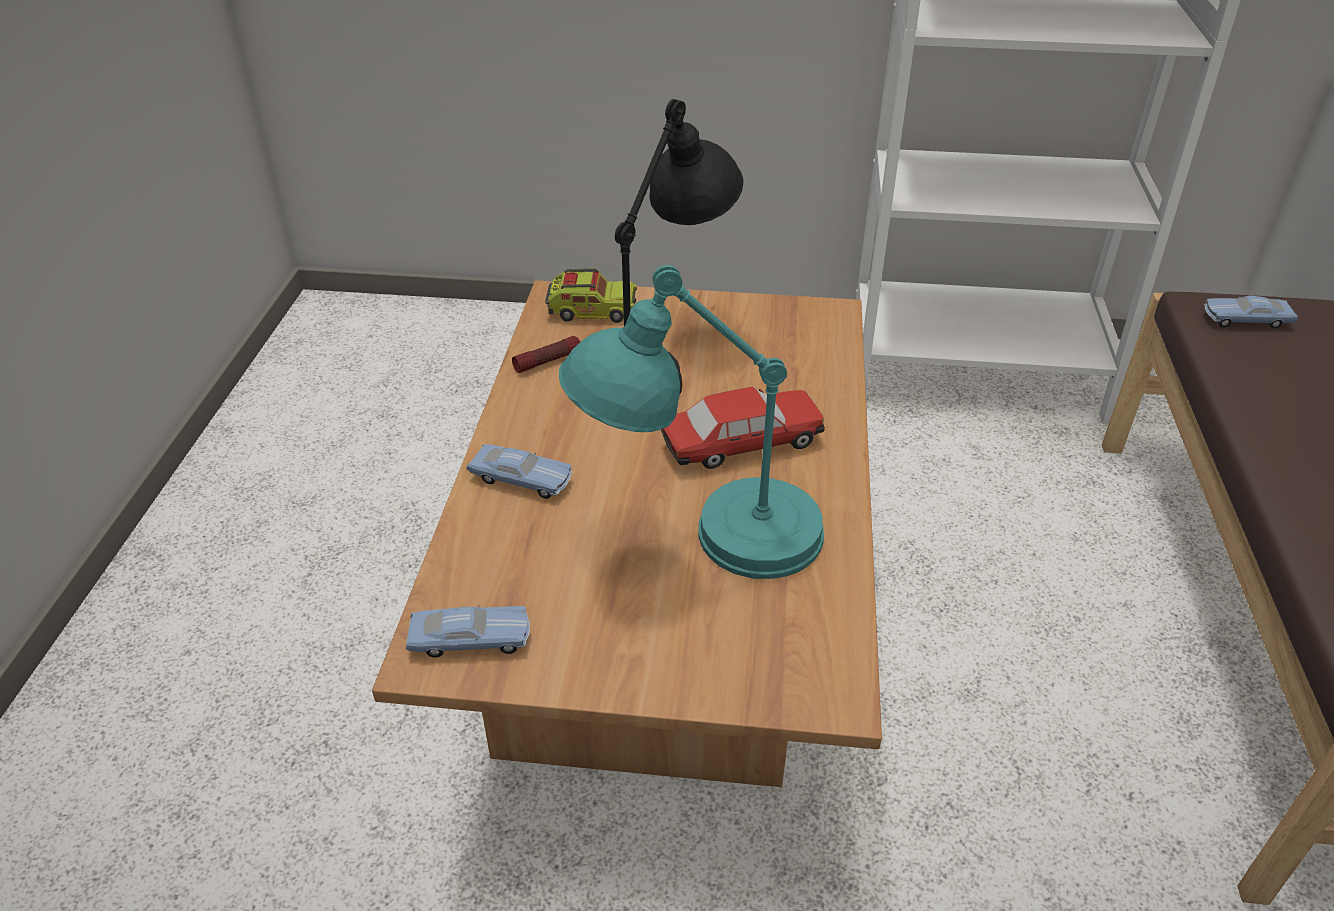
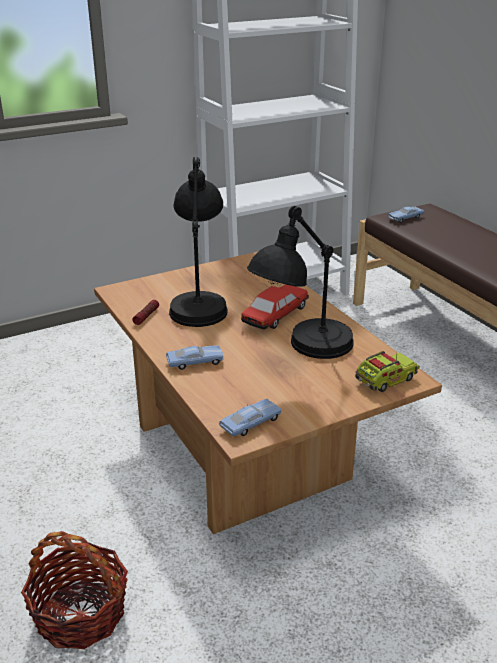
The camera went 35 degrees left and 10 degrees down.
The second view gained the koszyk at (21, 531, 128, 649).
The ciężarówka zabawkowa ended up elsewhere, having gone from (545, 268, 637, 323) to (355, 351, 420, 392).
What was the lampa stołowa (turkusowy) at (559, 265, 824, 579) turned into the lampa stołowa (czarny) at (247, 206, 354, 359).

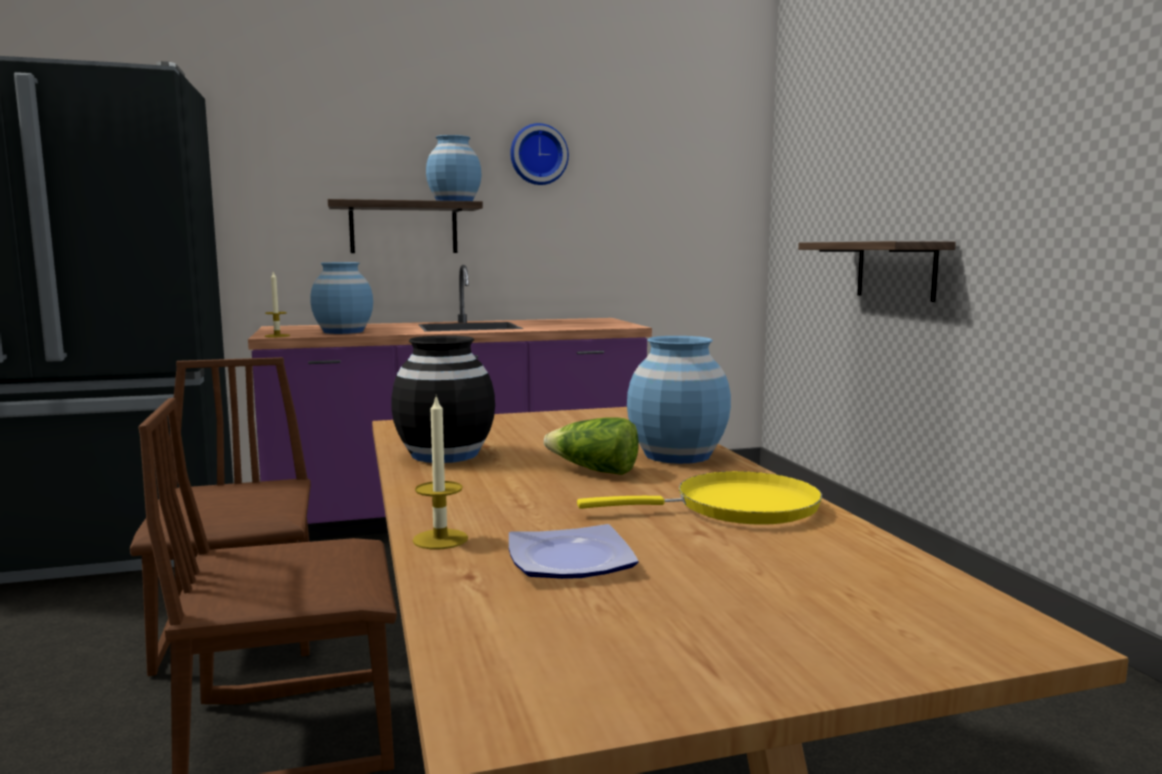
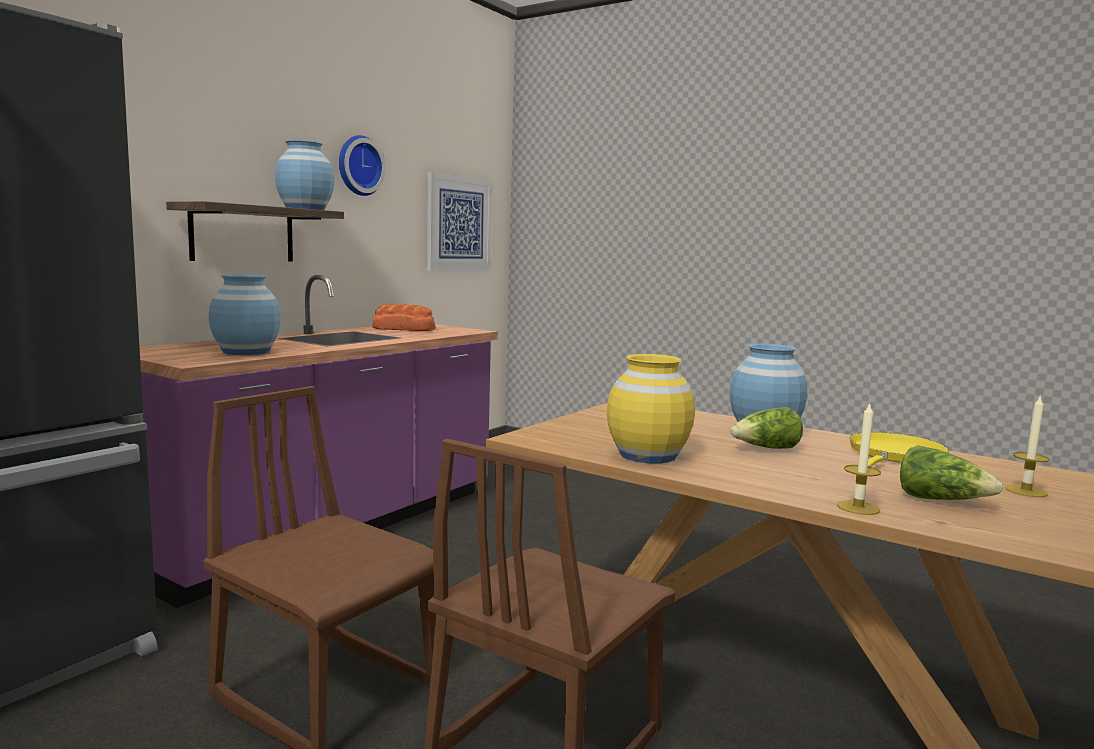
The camera went 40 degrees left and 0 degrees up.
The second view lost the półka at (798, 241, 956, 302).
The second view gained the chleb at (372, 304, 435, 331).
The second view gained the obraz at (427, 172, 493, 271).
The świeca ended up elsewhere, having gone from (265, 272, 290, 337) to (1005, 394, 1050, 497).
Where the talerz stood at (509, 524, 639, 579), the sałata came to stand at (900, 445, 1003, 500).
What was the wazon (czarny) at (391, 335, 495, 463) turned into the wazon (żółty) at (607, 354, 695, 463).

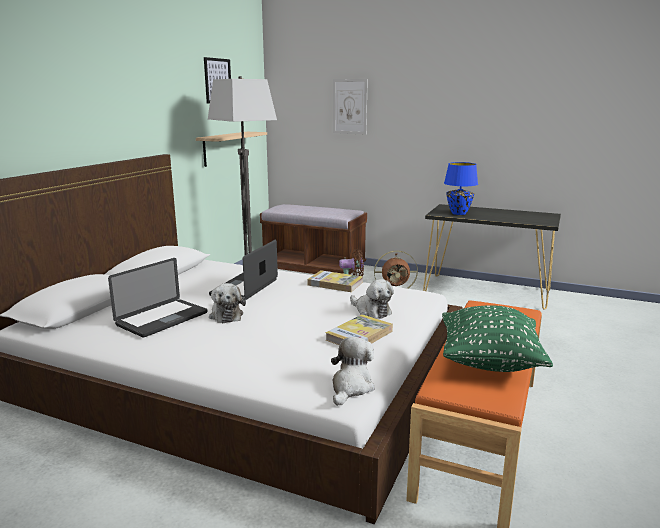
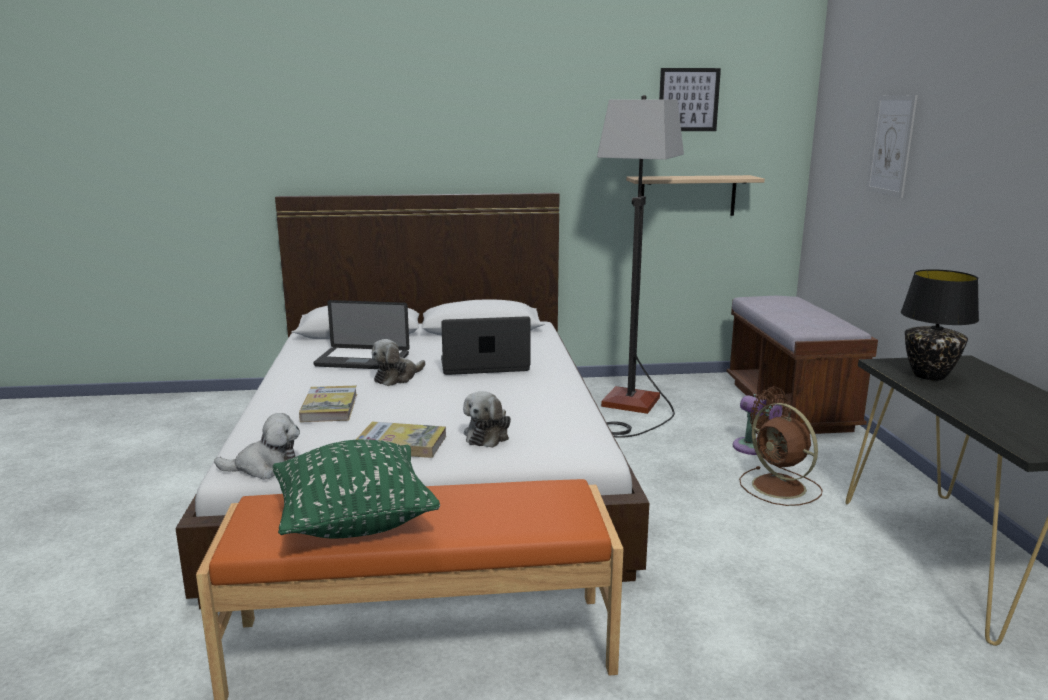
The camera went 60 degrees right and 0 degrees up.
The książka ended up elsewhere, having gone from (308, 270, 363, 292) to (299, 385, 357, 422).
What was the lampa stołowa (niebieski) at (444, 162, 478, 215) turned into the lampa stołowa (czarny) at (901, 269, 979, 381).

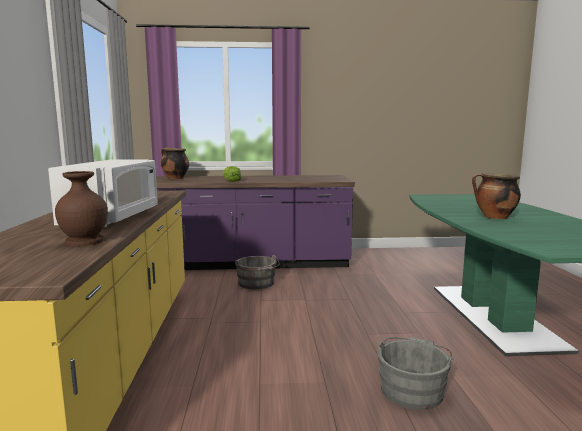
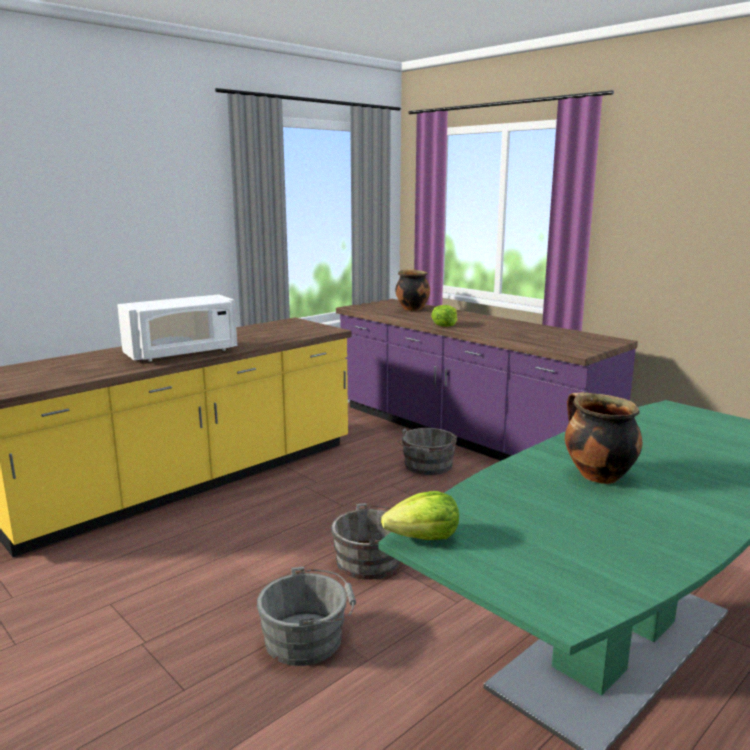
The camera went 50 degrees right and 5 degrees up.
The second view lost the wazon (brązowy) at (55, 171, 108, 246).
The second view gained the wiadro (szary) at (331, 503, 400, 580).
The second view gained the sałata at (381, 491, 459, 540).

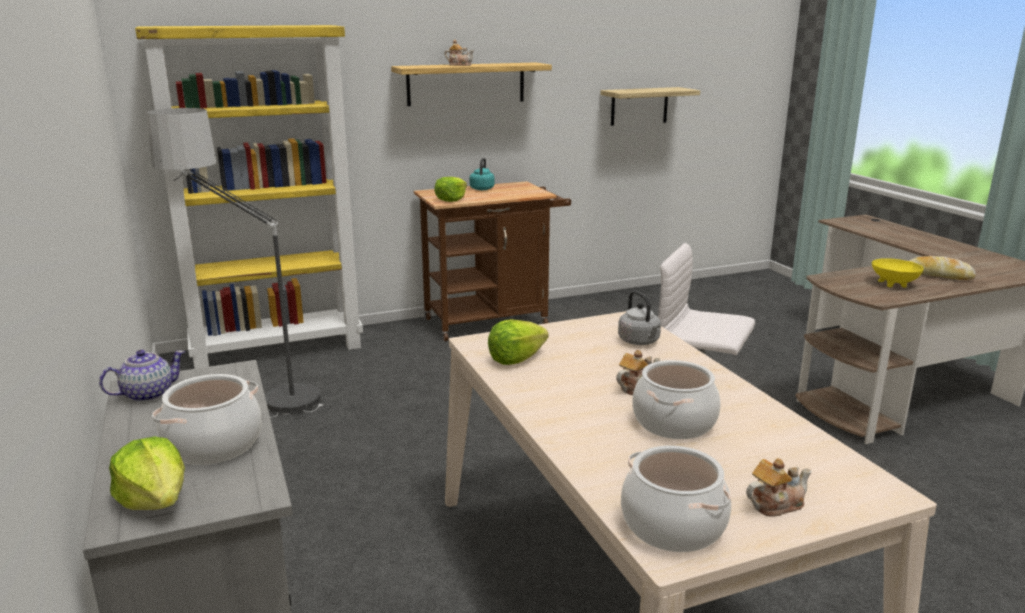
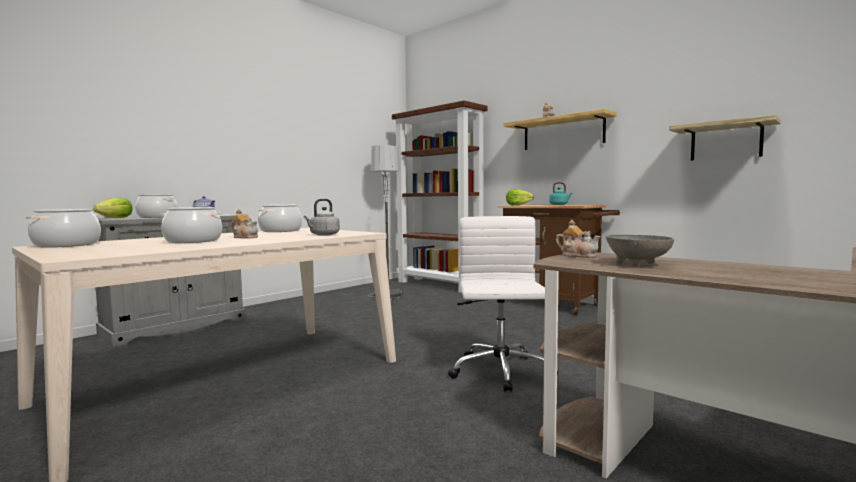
The camera went 65 degrees right and 15 degrees down.
The second view lost the chleb at (909, 256, 976, 280).
The imbryk ended up elsewhere, having gone from (746, 458, 812, 517) to (556, 220, 601, 258).
Where the sałata stood at (488, 319, 549, 365), the garnek came to stand at (258, 205, 302, 232).
What was the regał (żółty) at (135, 25, 363, 369) turned into the regał (brązowy) at (392, 100, 487, 293).
What was the miska (żółty) at (872, 258, 924, 288) turned into the miska (szary) at (606, 235, 674, 266).

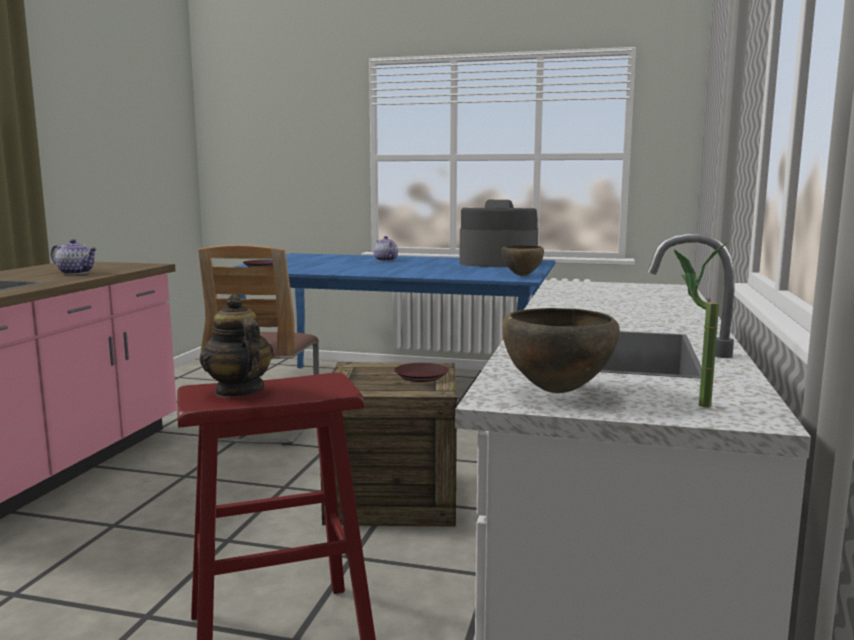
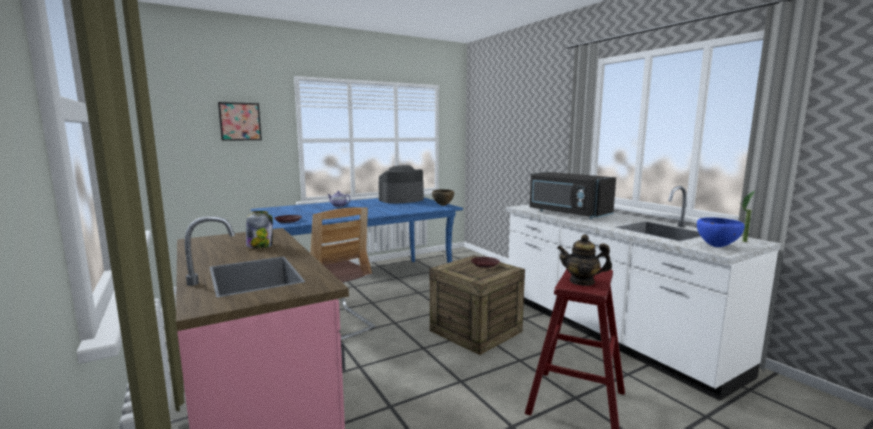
The camera went 45 degrees left and 0 degrees up.
The second view gained the obraz at (218, 102, 262, 141).
The second view gained the mikrofalówka (czarny) at (529, 172, 616, 219).
Where the imbryk stood at (51, 239, 97, 275), the słoik came to stand at (246, 211, 273, 248).
What was the miska (brązowy) at (502, 308, 620, 393) turned into the miska (niebieski) at (697, 217, 745, 247).

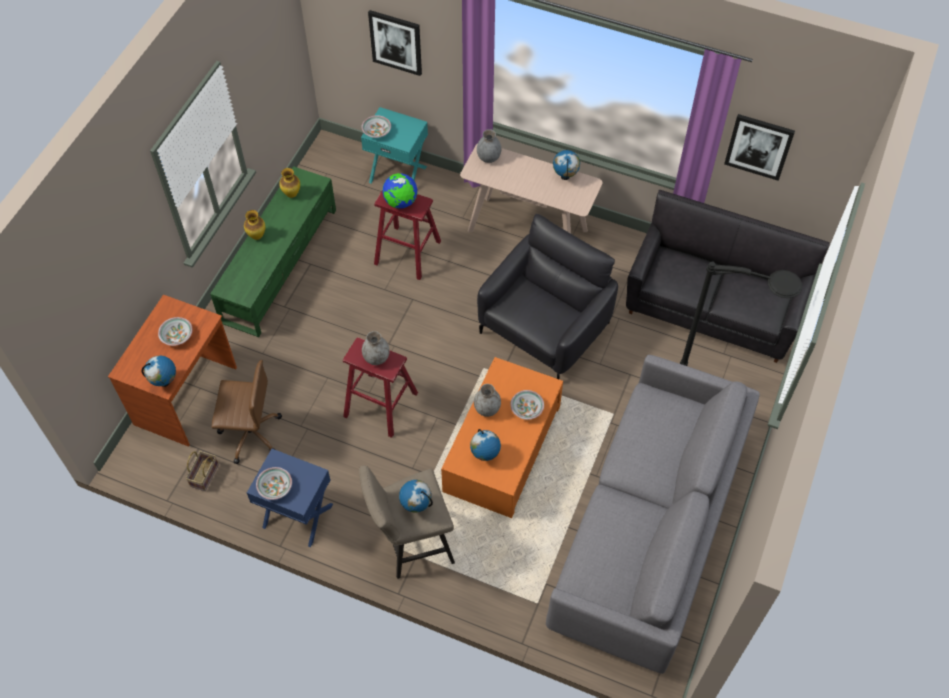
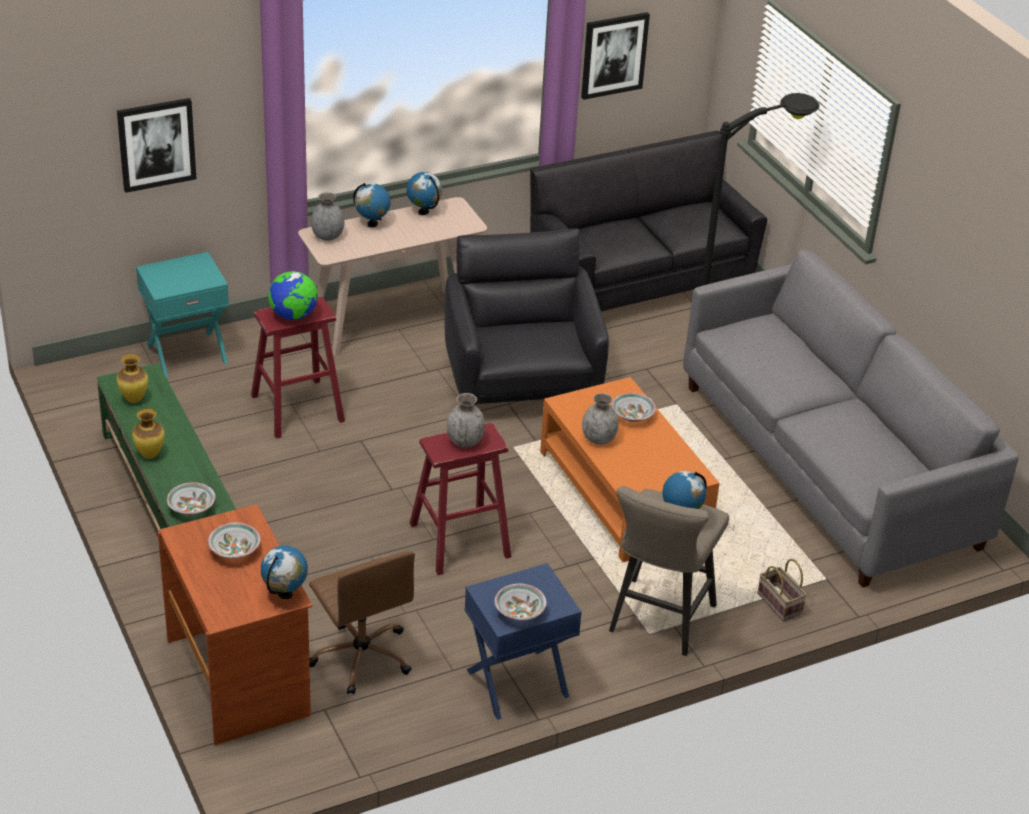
The camera went 50 degrees left and 20 degrees down.
The koszyk ended up elsewhere, having gone from (186, 451, 219, 491) to (757, 559, 807, 621).
The miska ended up elsewhere, having gone from (362, 115, 391, 138) to (167, 482, 215, 515).
The globus ended up elsewhere, having gone from (470, 429, 501, 461) to (353, 183, 391, 227).
The krzesło biurowe (brązowy) at (212, 360, 282, 464) ended up facing another way, 105 degrees clockwise from before.

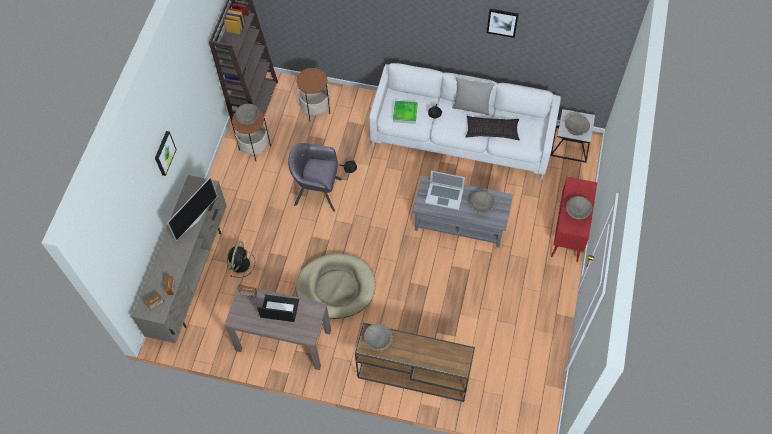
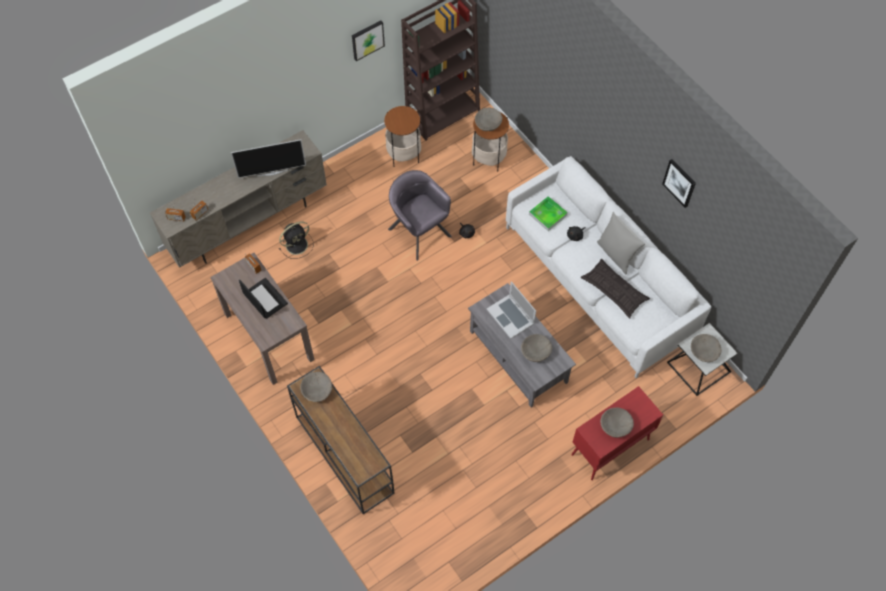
The camera went 40 degrees right and 0 degrees up.
The second view lost the legowisko (beżowy) at (296, 253, 376, 319).
The obraz ended up elsewhere, having gone from (155, 131, 177, 176) to (352, 20, 385, 61).
The miska (beżowy) ended up elsewhere, having gone from (235, 104, 259, 125) to (475, 108, 502, 131).

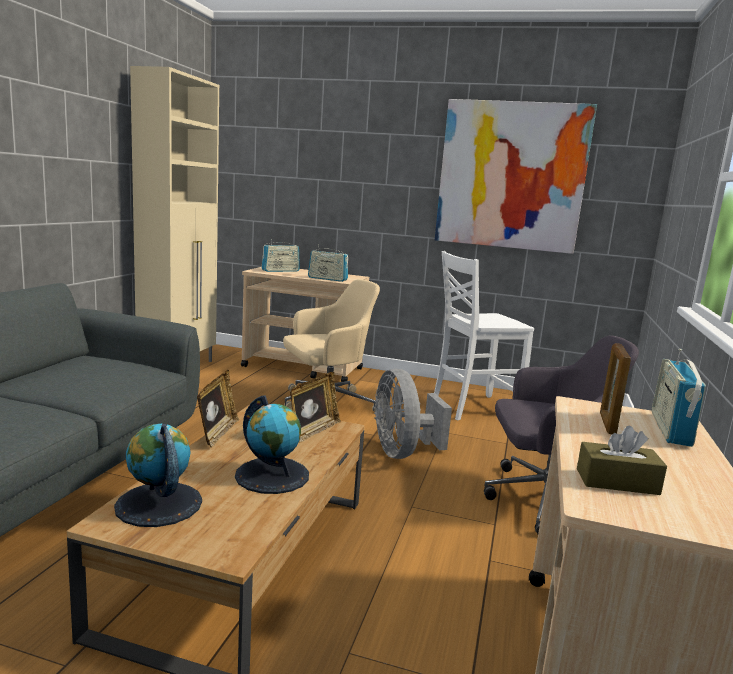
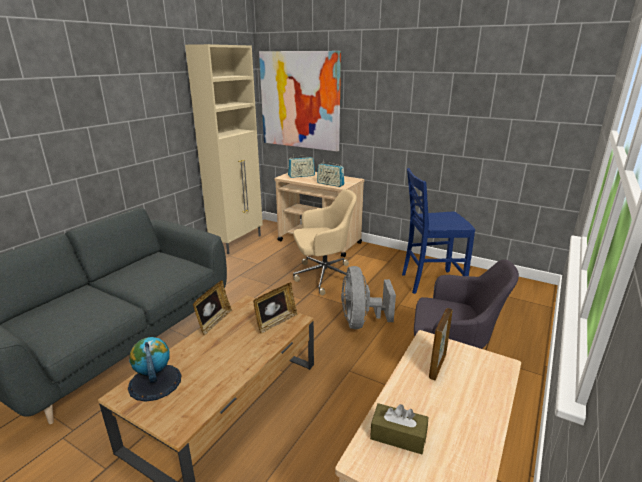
The camera went 15 degrees right and 10 degrees up.
The second view lost the globus at (235, 395, 309, 494).
The second view lost the radio at (652, 349, 706, 447).
The obraz ended up elsewhere, having gone from (435, 99, 597, 254) to (259, 51, 341, 151).
What was the krzesło (biały) at (434, 251, 534, 420) turned into the krzesło (niebieski) at (402, 168, 475, 294).

